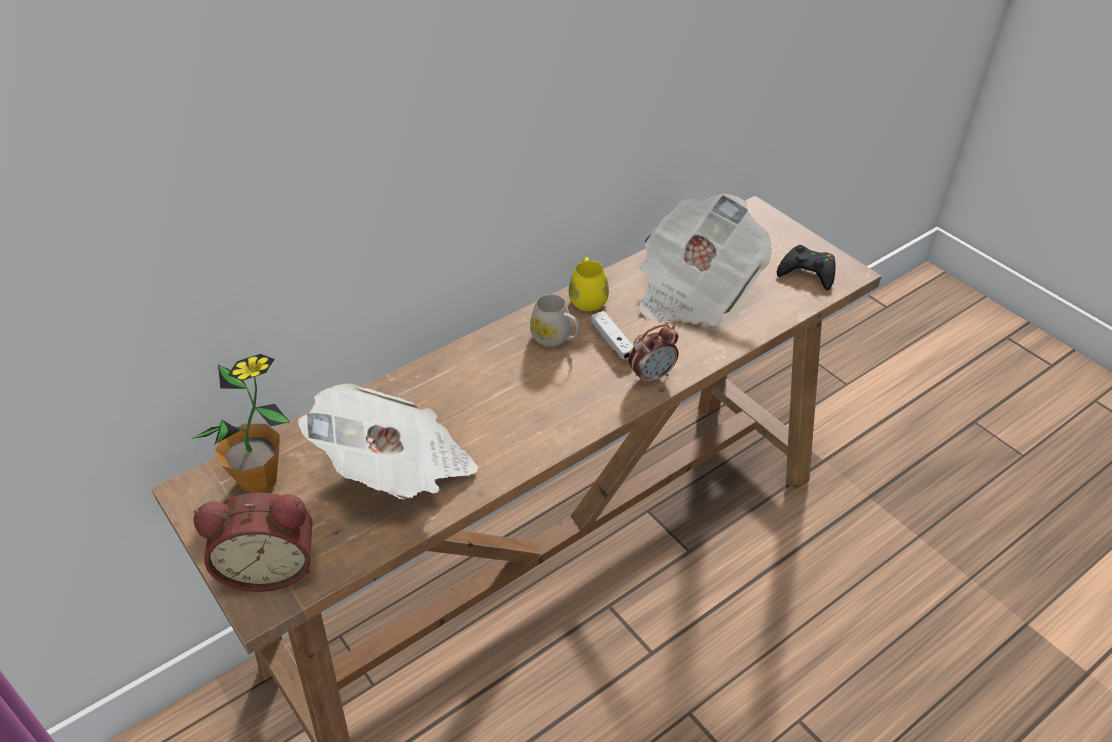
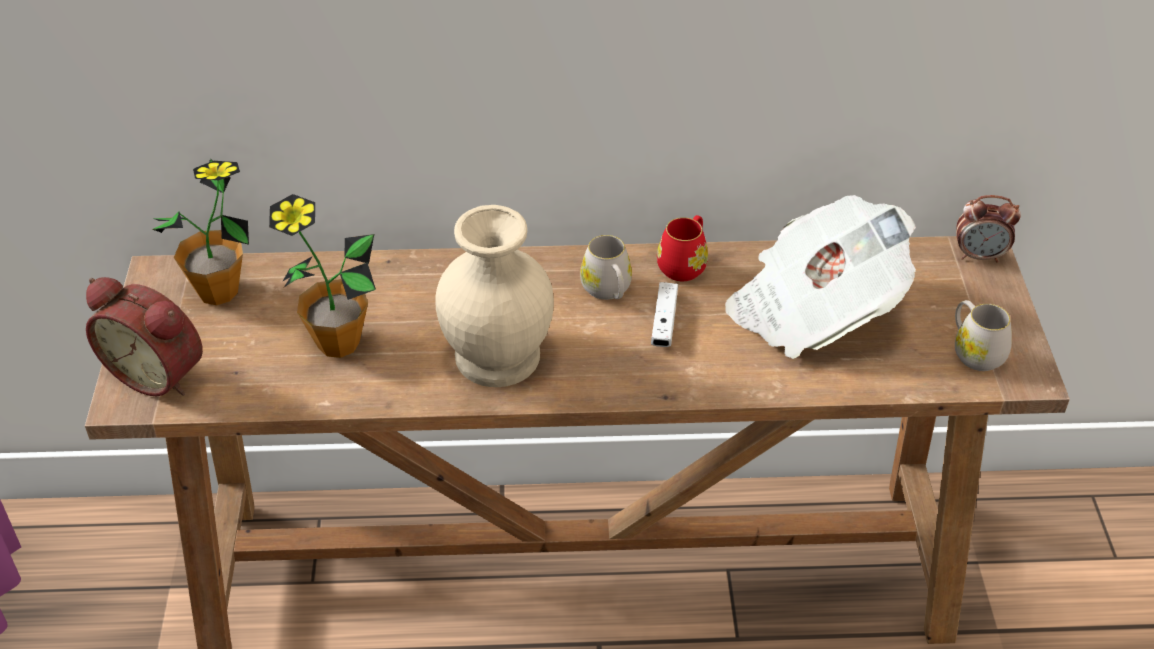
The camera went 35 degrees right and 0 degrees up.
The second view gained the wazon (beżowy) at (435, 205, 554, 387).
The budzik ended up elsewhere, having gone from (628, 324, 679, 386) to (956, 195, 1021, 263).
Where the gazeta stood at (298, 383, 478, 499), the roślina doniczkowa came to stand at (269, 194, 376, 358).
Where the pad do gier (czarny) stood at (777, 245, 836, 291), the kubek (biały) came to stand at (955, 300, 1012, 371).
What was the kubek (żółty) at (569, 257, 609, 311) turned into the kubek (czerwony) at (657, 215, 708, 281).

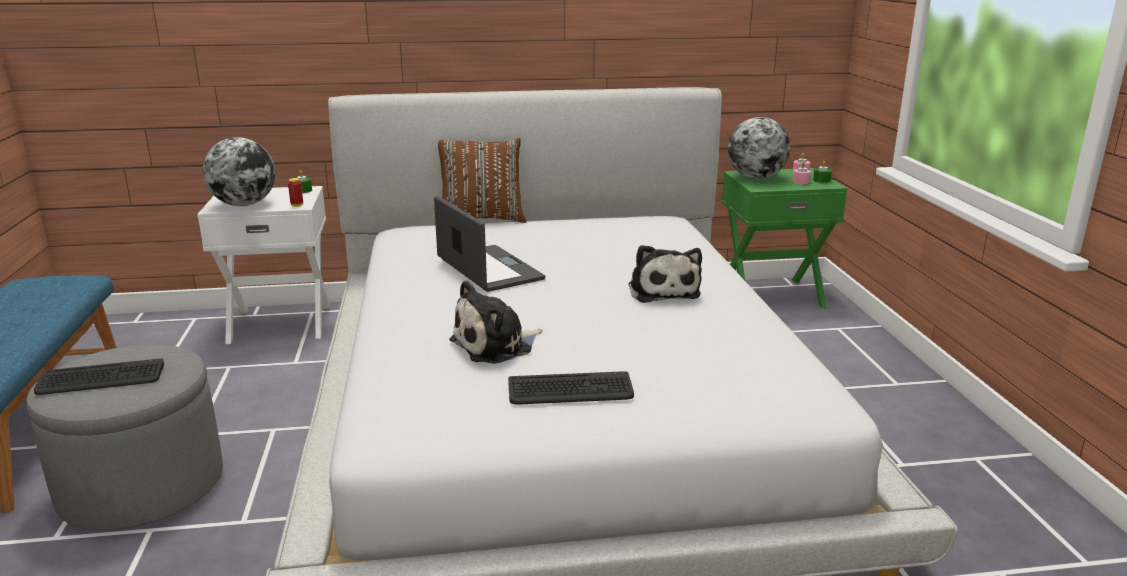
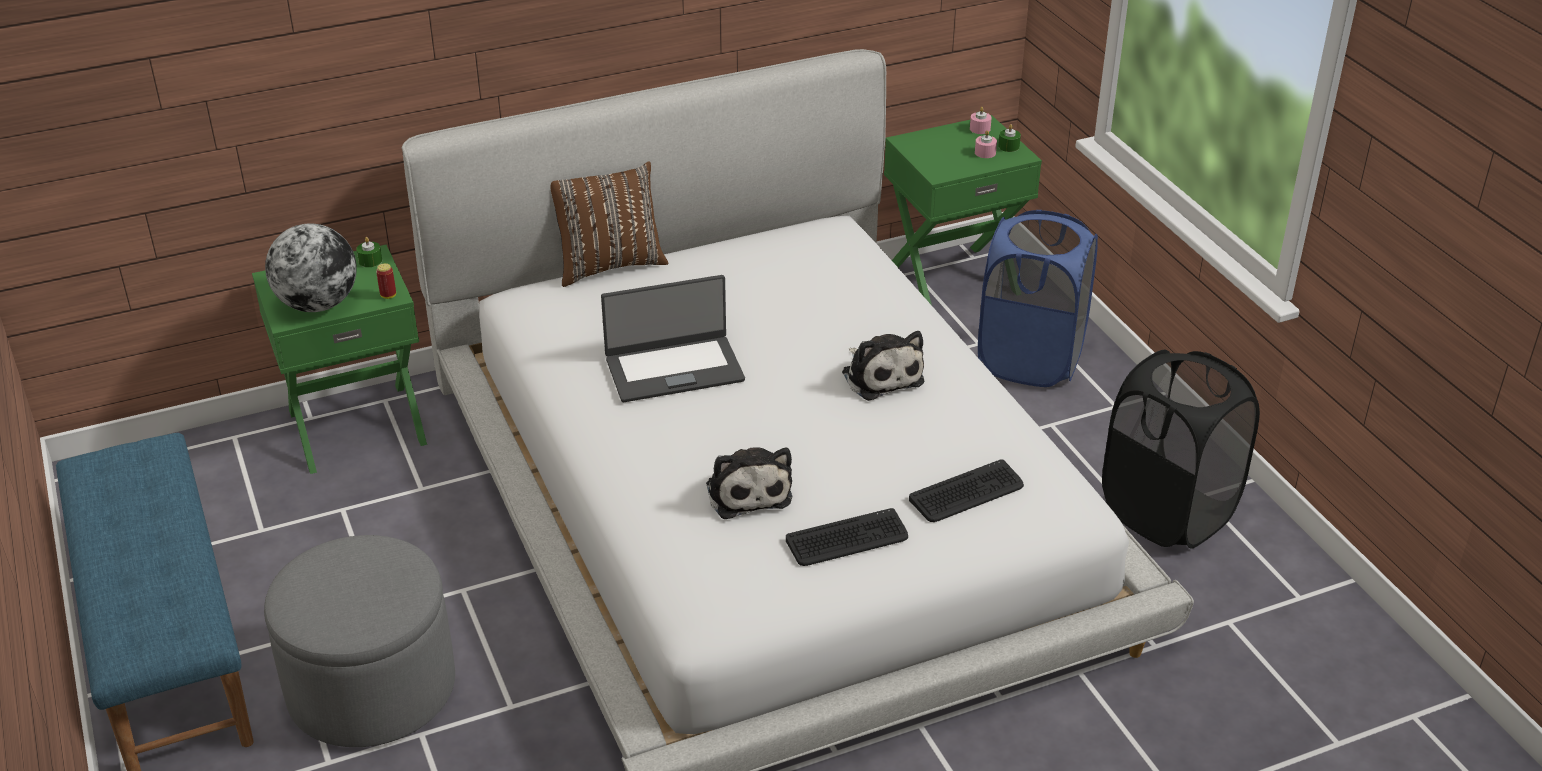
The camera went 15 degrees left and 15 degrees up.
The second view lost the globus at (728, 117, 790, 179).
The second view gained the kosz na pranie (niebieski) at (978, 210, 1098, 387).
The second view gained the kosz na pranie (czarny) at (1102, 350, 1260, 549).
The klawiatura ended up elsewhere, having gone from (34, 358, 164, 395) to (909, 459, 1024, 522).
What was the szafka nocna (biały) at (197, 186, 330, 344) turned into the szafka nocna (zielony) at (252, 245, 427, 474).
The laptop at (434, 196, 545, 292) ended up facing another way, 120 degrees clockwise from before.
The pluszak at (449, 280, 543, 364) ended up facing another way, 60 degrees counterclockwise from before.

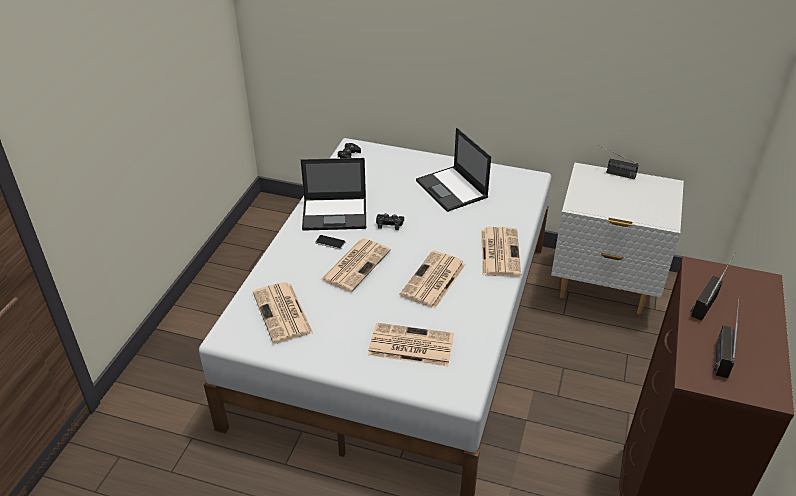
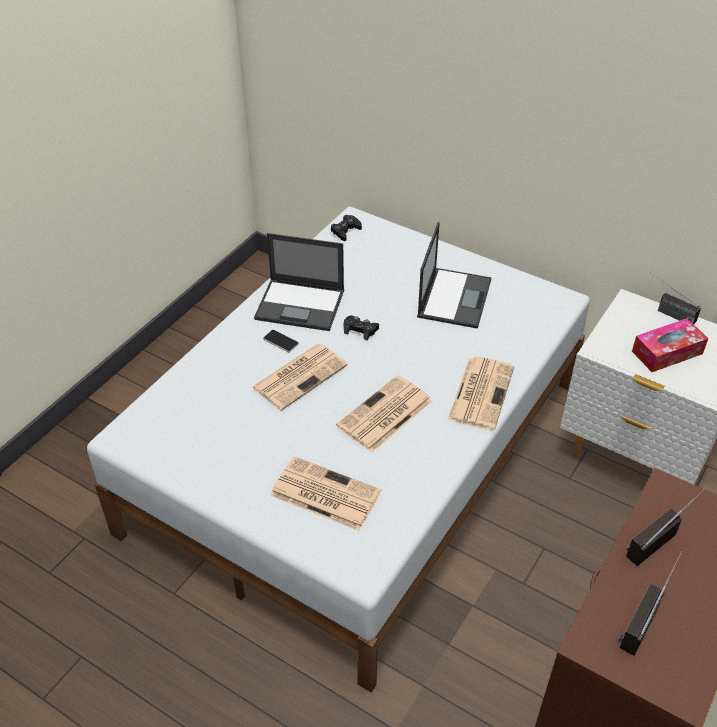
The camera went 15 degrees right and 5 degrees up.
The second view lost the gazeta at (253, 282, 313, 344).
The second view gained the pudełko chusteczek at (632, 318, 708, 372).
The laptop at (416, 128, 491, 212) ended up facing another way, 150 degrees counterclockwise from before.

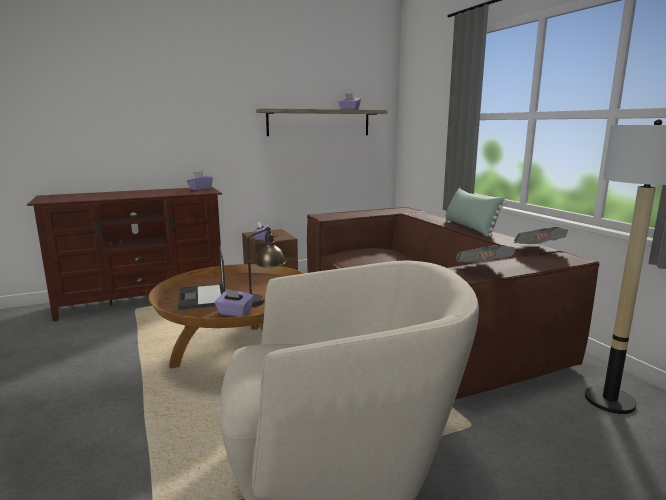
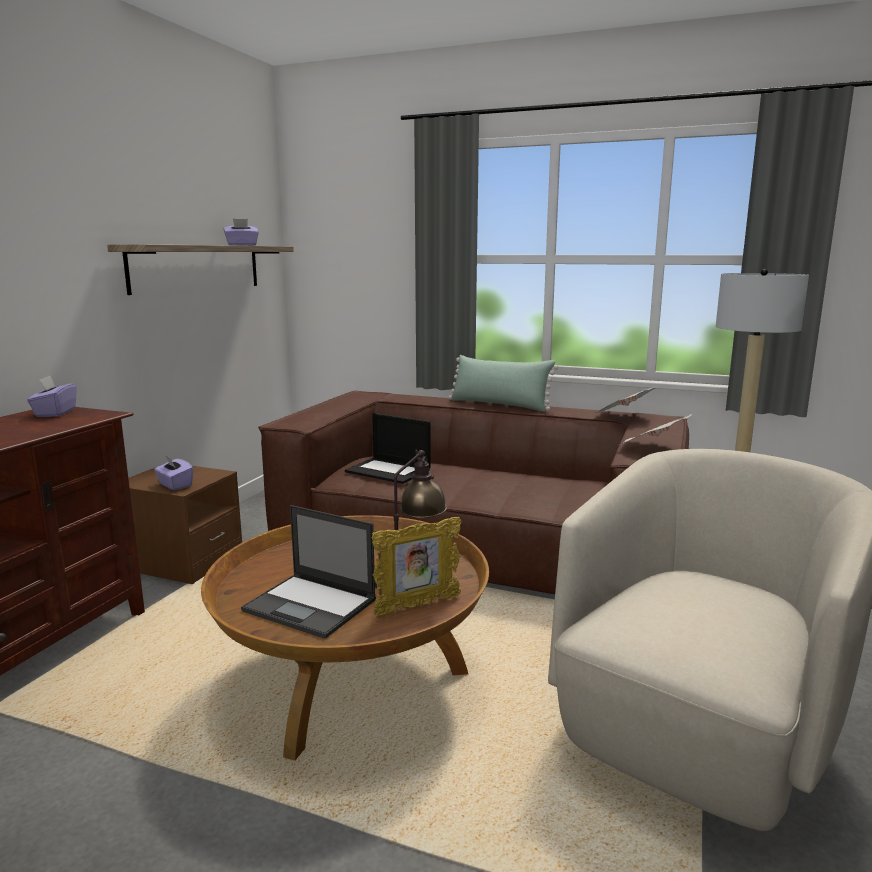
The camera went 45 degrees left and 0 degrees up.
The second view gained the laptop at (345, 413, 431, 484).
Where the pudełko chusteczek (fioletowy) stood at (215, 289, 253, 317), the ramka na zdjęcie came to stand at (371, 516, 461, 616).

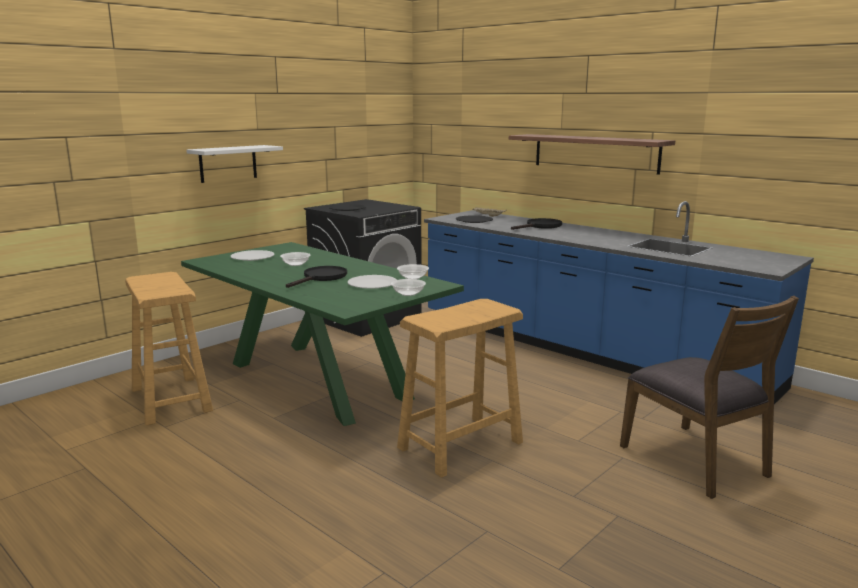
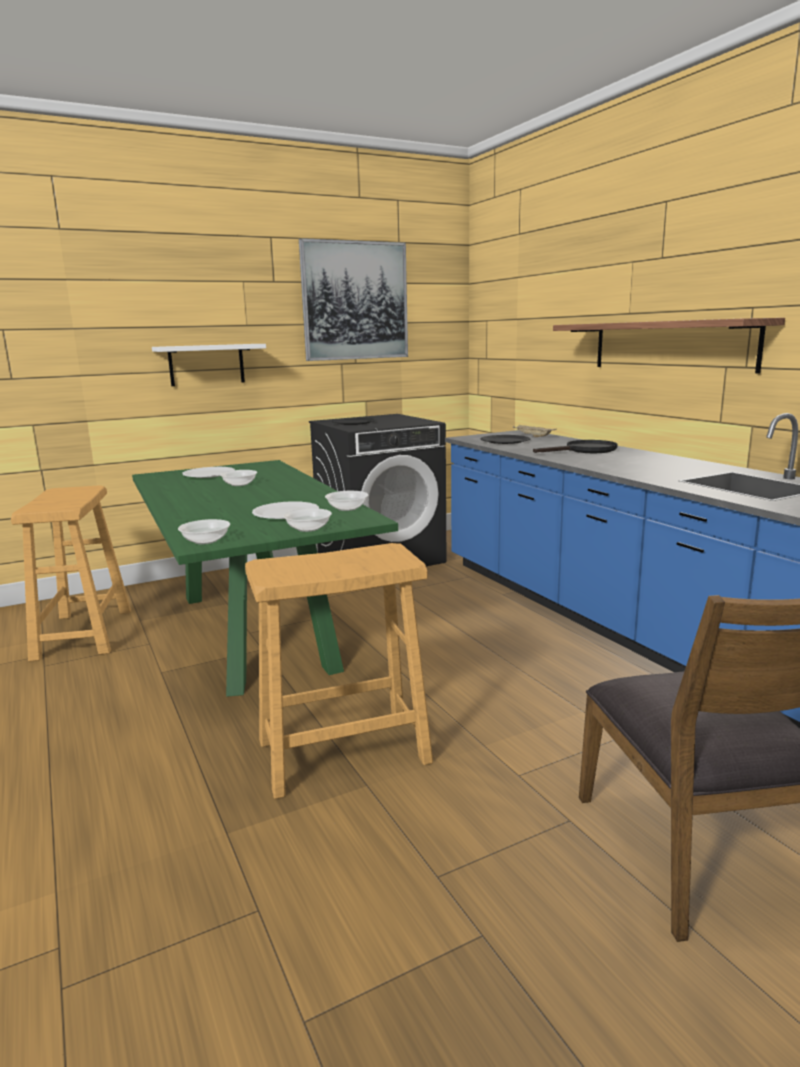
The camera went 20 degrees right and 0 degrees up.
The second view lost the patelnia (czarny) at (286, 266, 347, 288).
The second view gained the miska at (178, 519, 230, 544).
The second view gained the obraz at (299, 238, 408, 361).

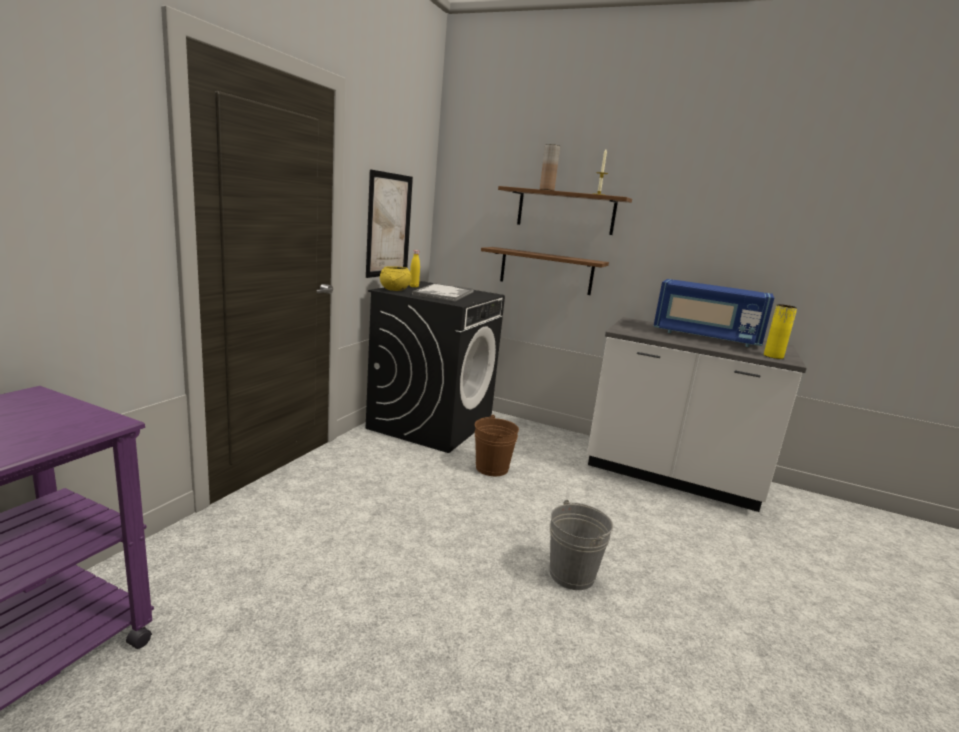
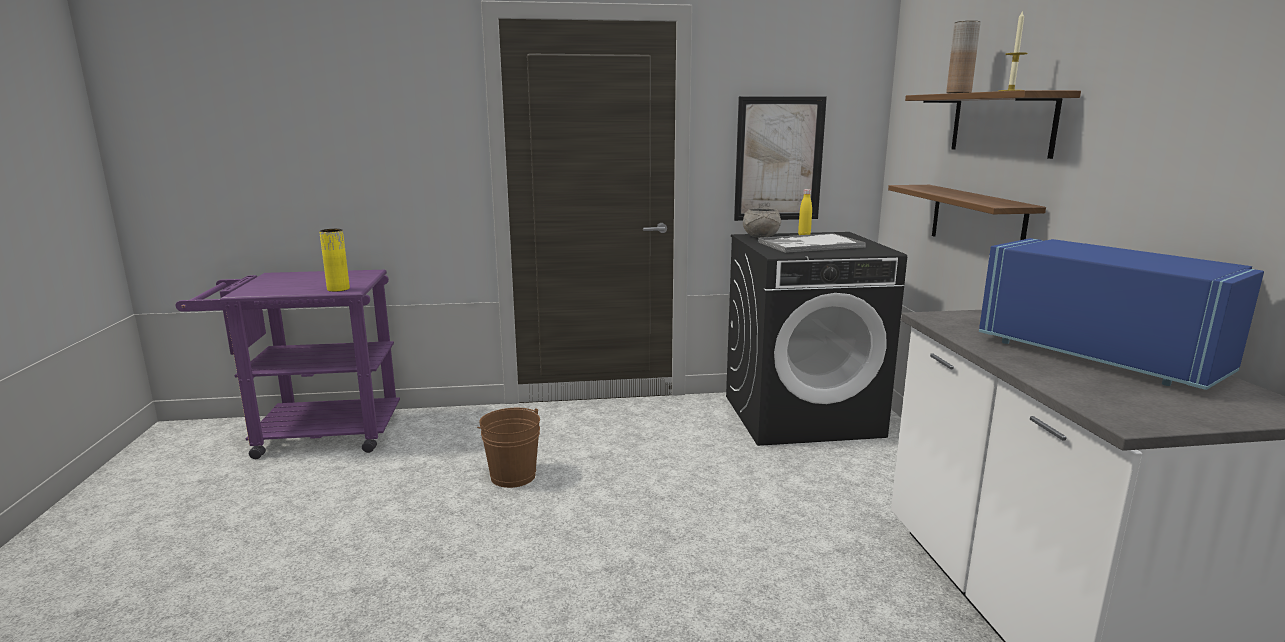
The camera went 60 degrees right and 0 degrees up.
The second view lost the wiadro (szary) at (549, 500, 613, 590).
The wiadro (brązowy) ended up elsewhere, having gone from (475, 415, 519, 476) to (477, 408, 540, 488).
The wazon (żółty) ended up elsewhere, having gone from (764, 304, 797, 359) to (319, 229, 350, 292).
What was the miska (żółty) at (380, 266, 412, 291) turned into the miska (szary) at (743, 208, 781, 237).
The mikrofalówka (niebieski) at (653, 279, 774, 347) ended up facing another way, 150 degrees clockwise from before.

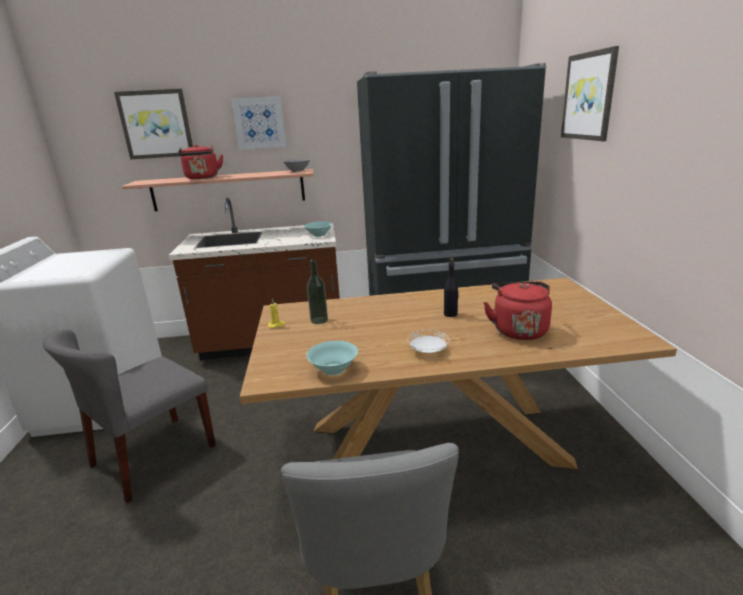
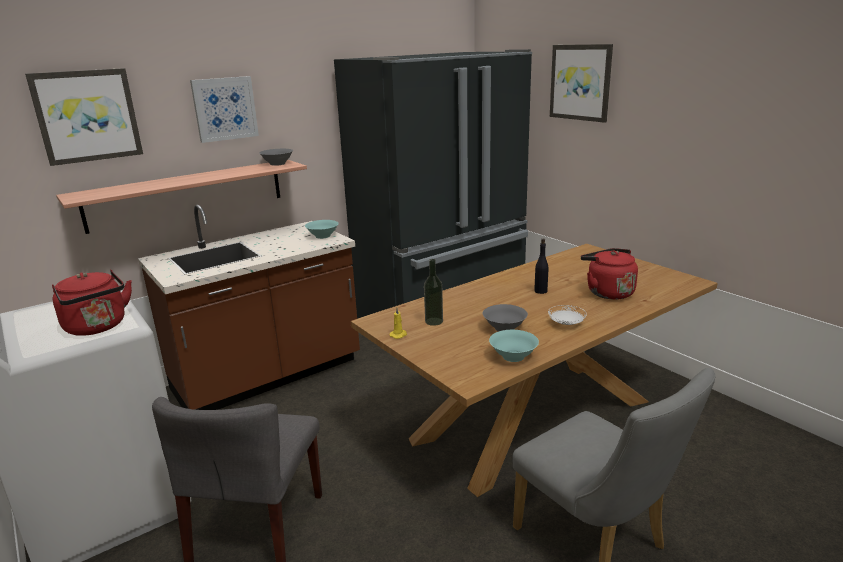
The camera went 30 degrees left and 0 degrees up.
The second view gained the miska (szary) at (483, 304, 528, 332).
The czajnik (czerwony) ended up elsewhere, having gone from (178, 144, 223, 179) to (52, 270, 132, 336).

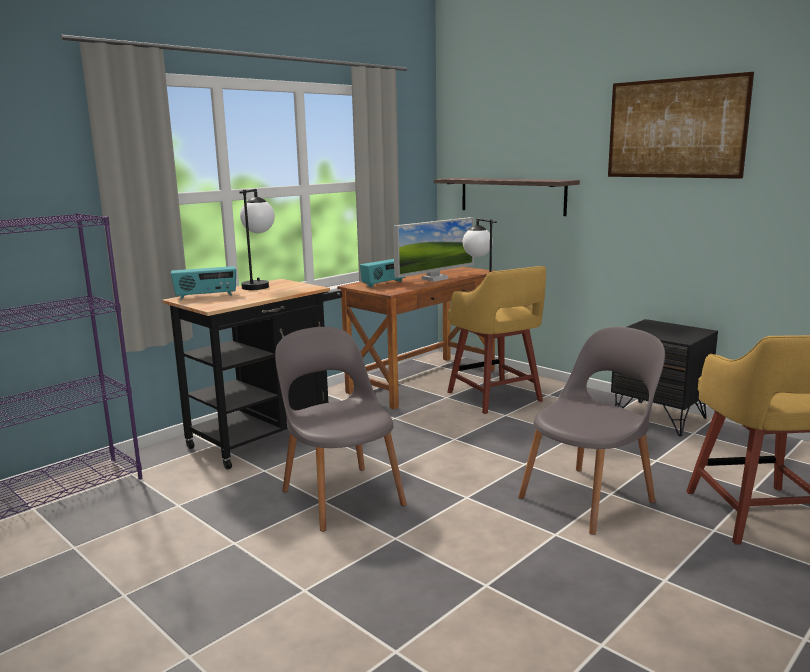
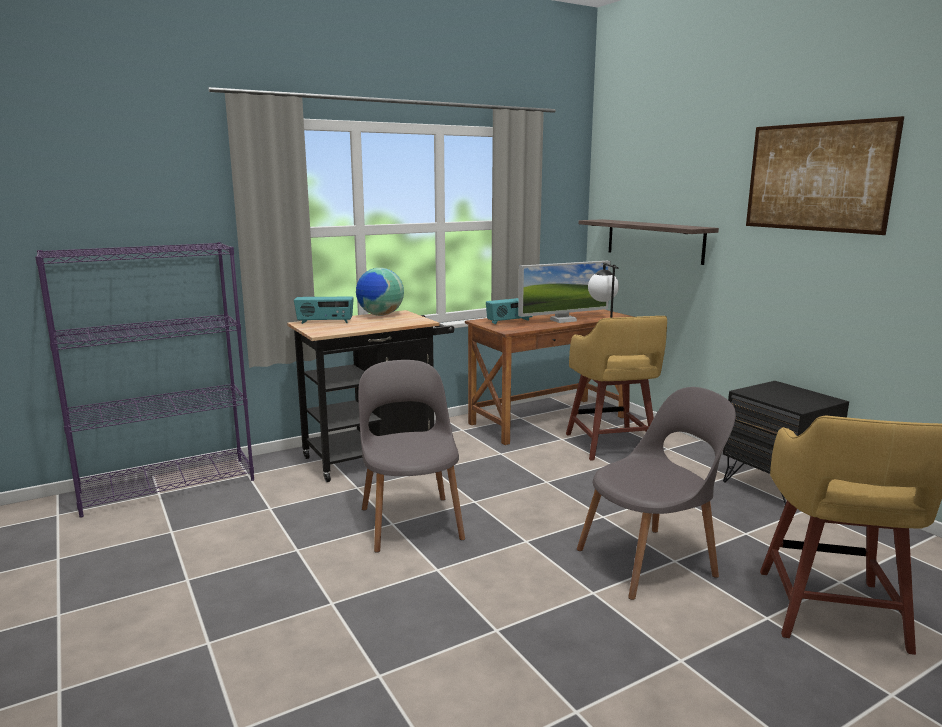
The camera went 15 degrees right and 0 degrees up.
Where the lampa stołowa stood at (239, 189, 275, 290), the globus came to stand at (356, 268, 404, 316).

